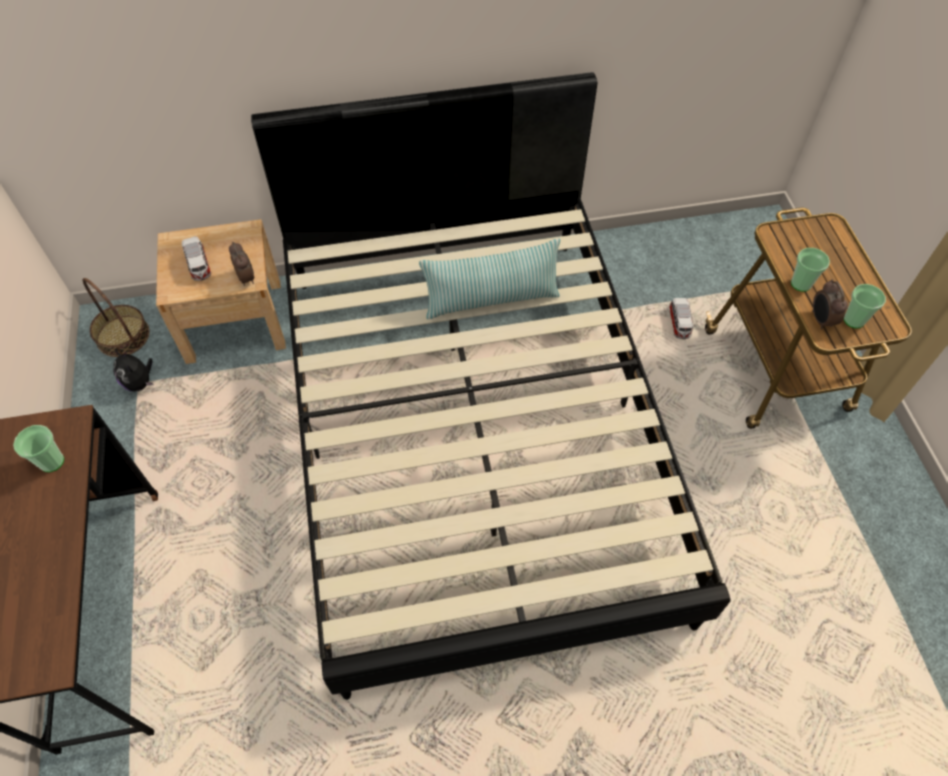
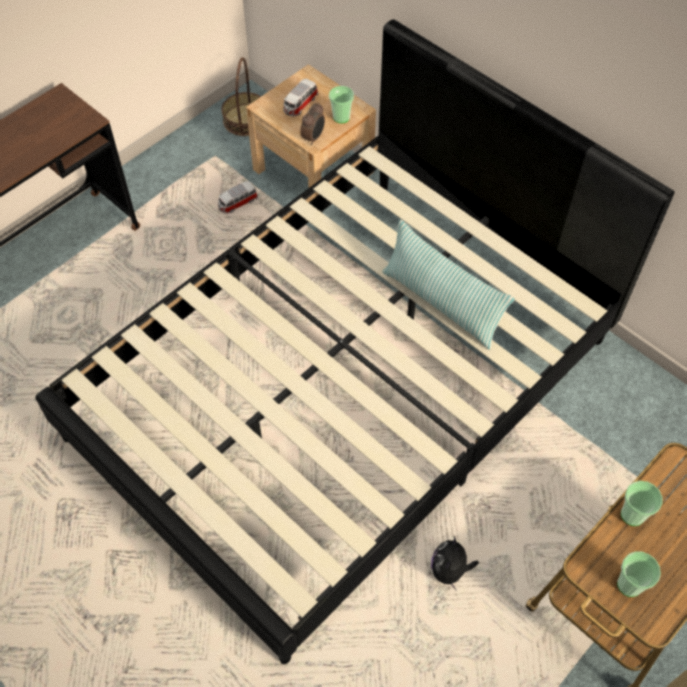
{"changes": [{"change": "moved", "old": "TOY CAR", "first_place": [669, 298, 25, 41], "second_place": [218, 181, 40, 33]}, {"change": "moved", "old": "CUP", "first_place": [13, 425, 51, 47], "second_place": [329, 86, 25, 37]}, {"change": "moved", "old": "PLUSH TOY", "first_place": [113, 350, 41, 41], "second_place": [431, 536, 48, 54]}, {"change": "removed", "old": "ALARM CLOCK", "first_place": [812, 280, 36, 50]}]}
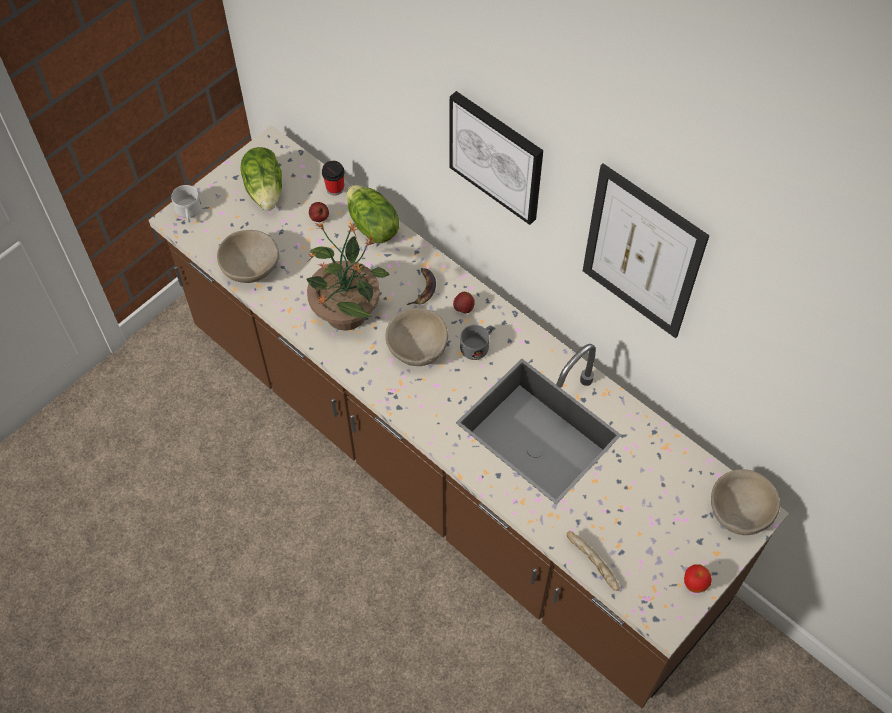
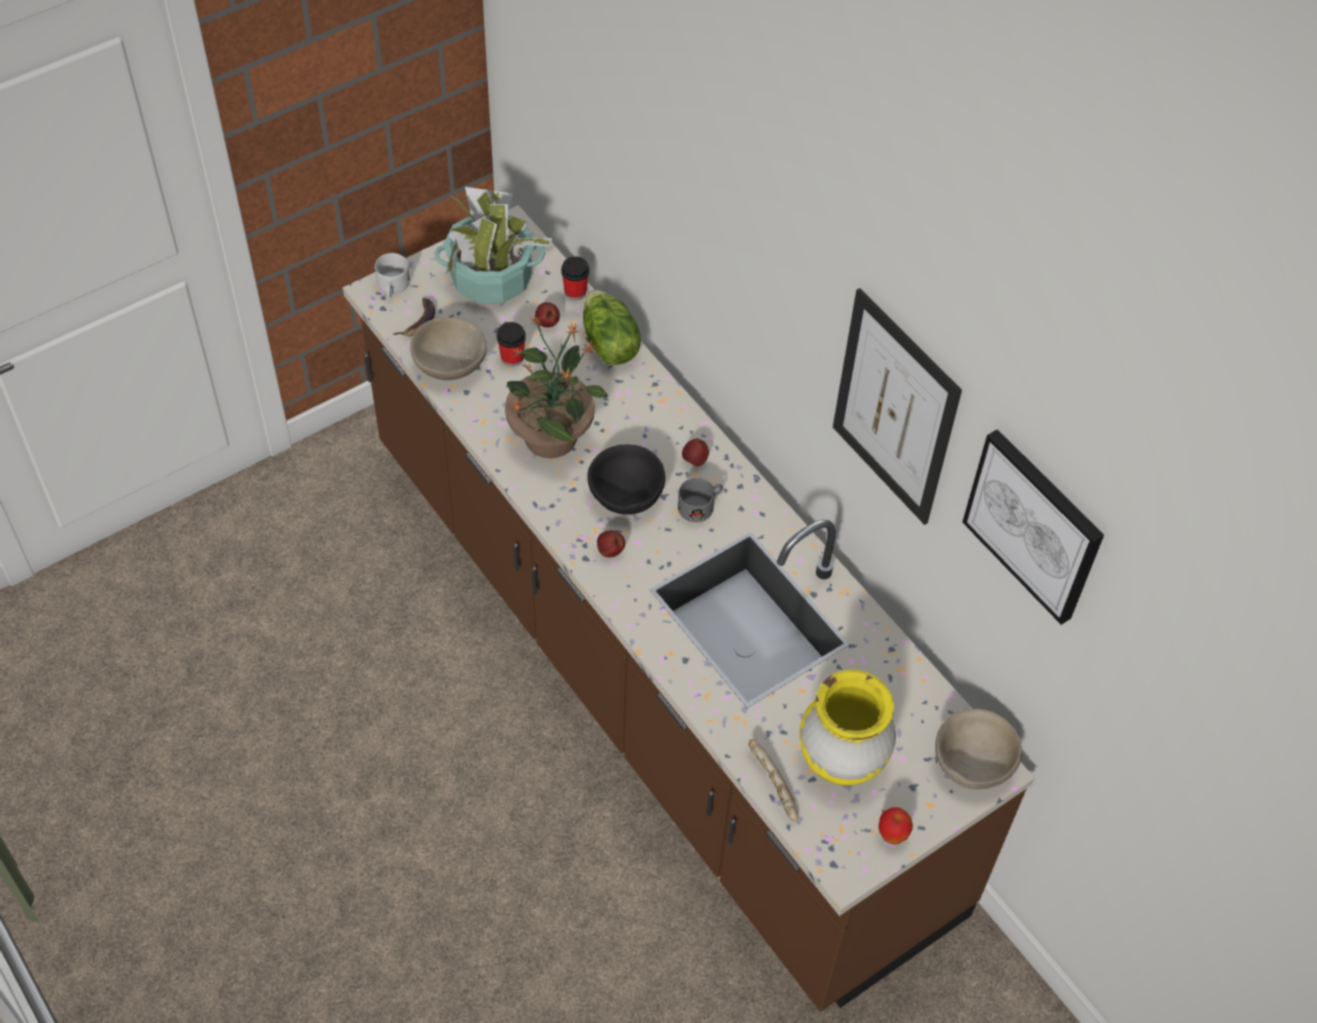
{"changes": [{"change": "moved", "old": "BANANA", "first_place": [406, 268, 30, 37], "second_place": [393, 298, 42, 38]}, {"change": "replaced", "old": "LETTUCE", "new": "POTTED PLANT", "first_place": [241, 147, 41, 64], "second_place": [434, 187, 119, 116]}, {"change": "added", "new": "CUP", "second_place": [497, 322, 29, 45]}, {"change": "recoloured", "old": "BEIGE BOWL", "new": "BLACK BOWL", "first_place": [385, 308, 63, 58], "second_place": [587, 444, 78, 71]}, {"change": "added", "new": "APPLE", "second_place": [597, 530, 28, 28]}, {"change": "added", "new": "YELLOW VASE", "second_place": [799, 670, 97, 115]}, {"change": "moved", "old": "PICTURE", "first_place": [449, 91, 94, 134], "second_place": [962, 429, 142, 196]}]}
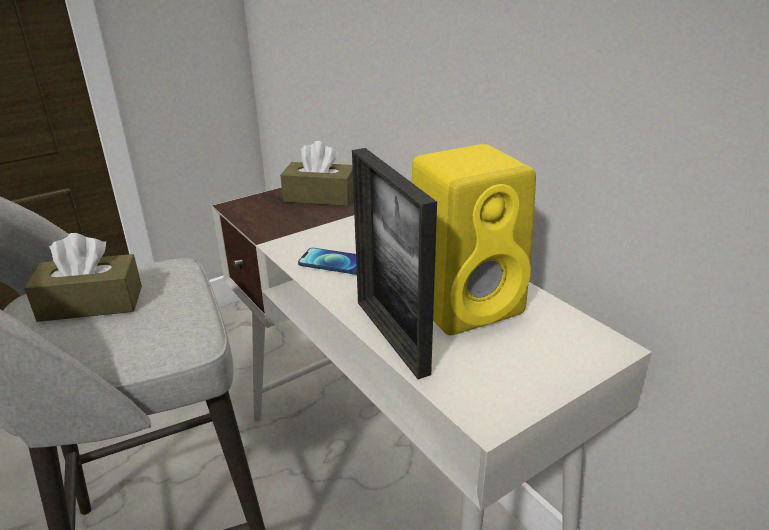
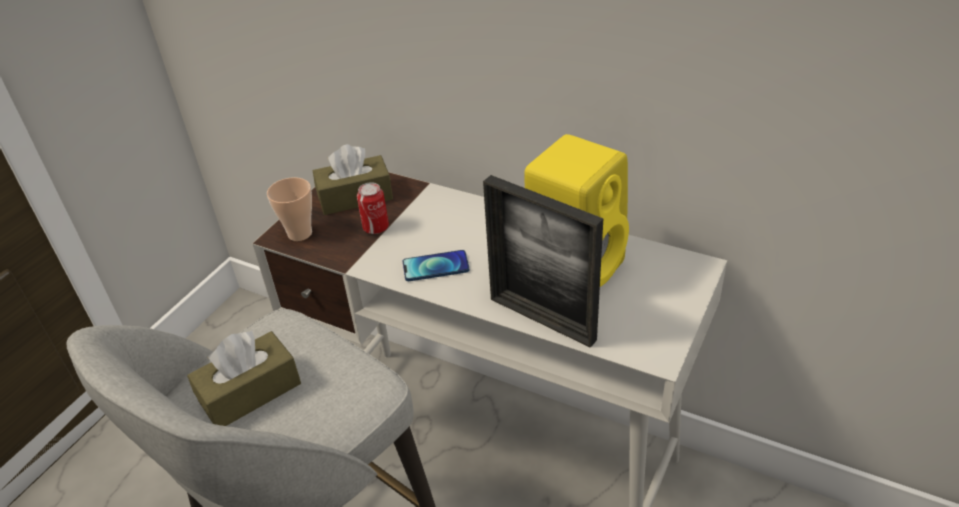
{"changes": [{"change": "added", "new": "CUP", "second_place": [267, 177, 45, 64]}, {"change": "added", "new": "CAN", "second_place": [357, 182, 32, 52]}]}
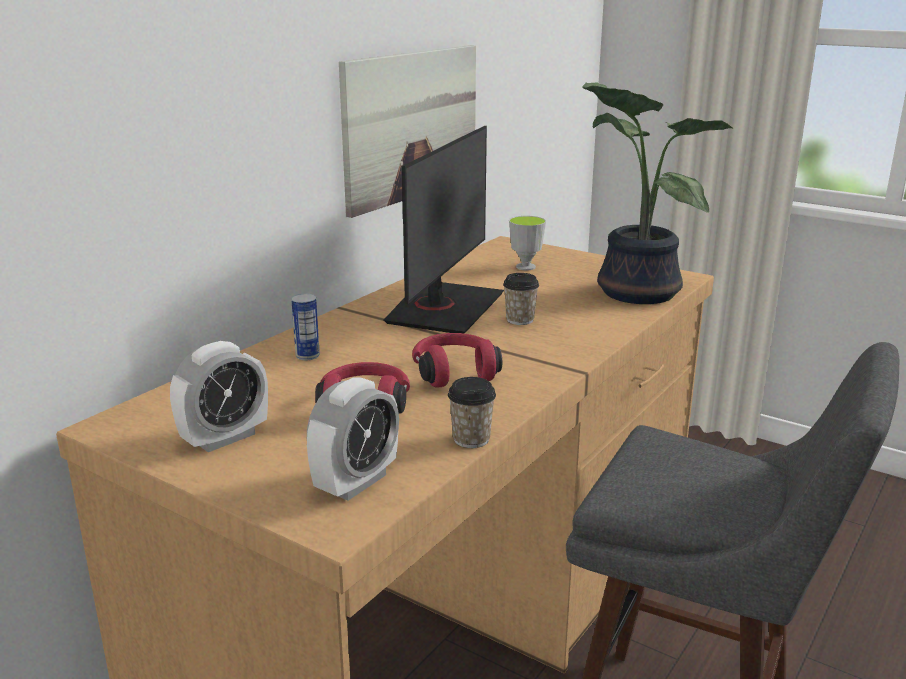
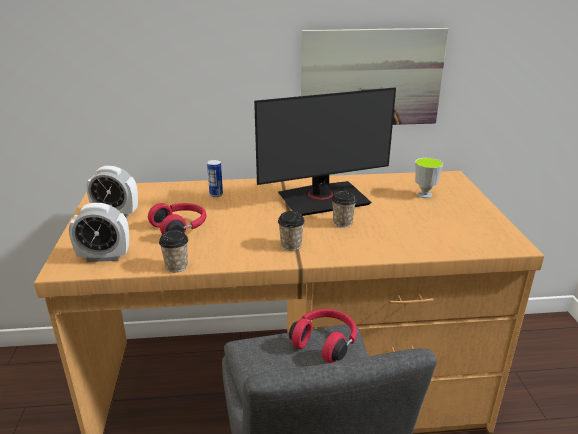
{"changes": [{"change": "added", "new": "CUP", "second_place": [278, 211, 27, 40]}, {"change": "moved", "old": "RED HEADPHONES", "first_place": [412, 333, 91, 55], "second_place": [289, 309, 68, 54]}, {"change": "removed", "old": "POTTED PLANT", "first_place": [582, 82, 152, 222]}]}
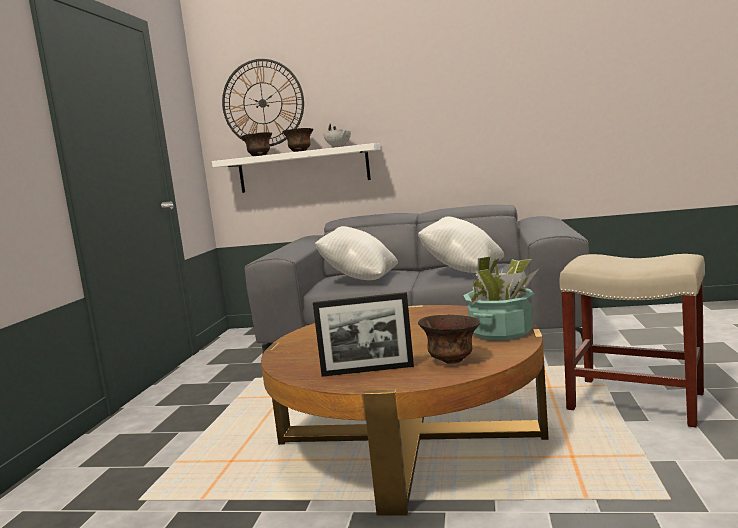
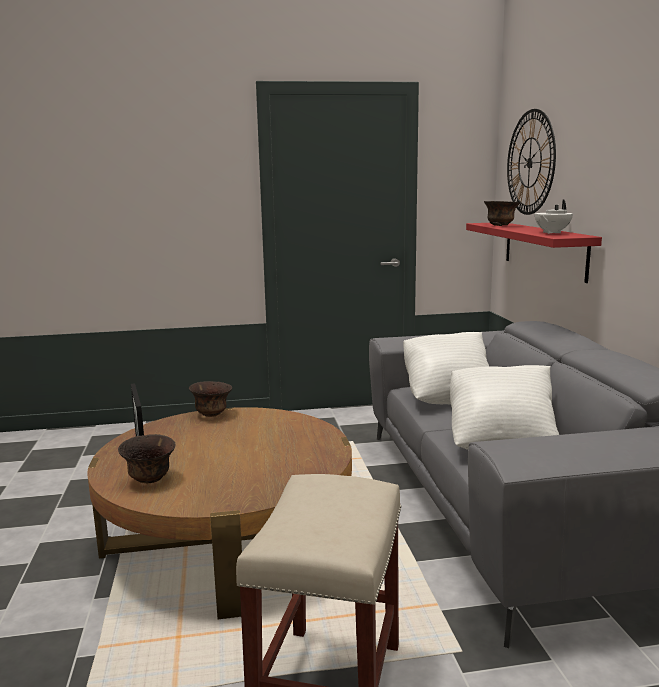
{"changes": [{"change": "moved", "old": "BROWN BOWL", "first_place": [282, 128, 31, 24], "second_place": [189, 381, 43, 36]}, {"change": "recoloured", "old": "WHITE SHELF", "new": "RED SHELF", "first_place": [212, 143, 169, 50], "second_place": [466, 223, 136, 60]}, {"change": "removed", "old": "POTTED PLANT", "first_place": [463, 257, 77, 83]}]}
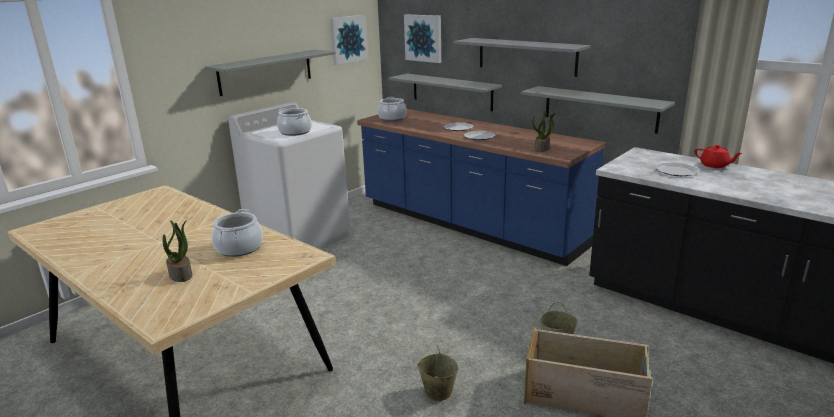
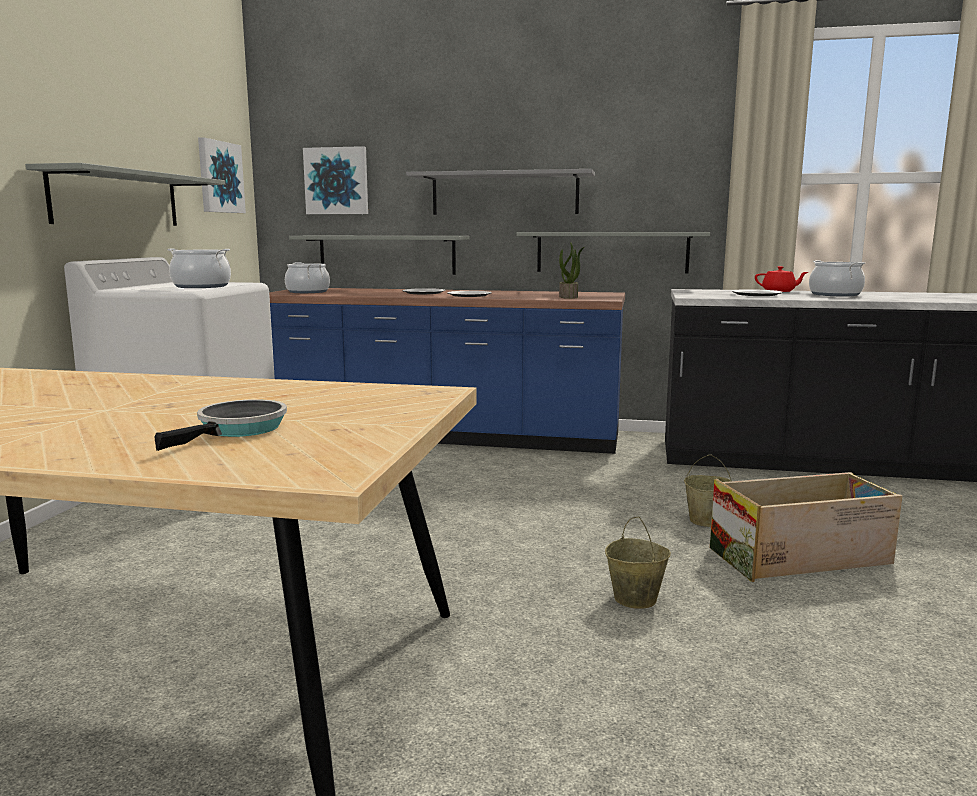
{"changes": [{"change": "replaced", "old": "POTTED PLANT", "new": "FRYING PAN", "first_place": [162, 220, 30, 62], "second_place": [154, 399, 133, 52]}, {"change": "moved", "old": "COOKING POT", "first_place": [212, 209, 51, 48], "second_place": [809, 260, 56, 36]}]}
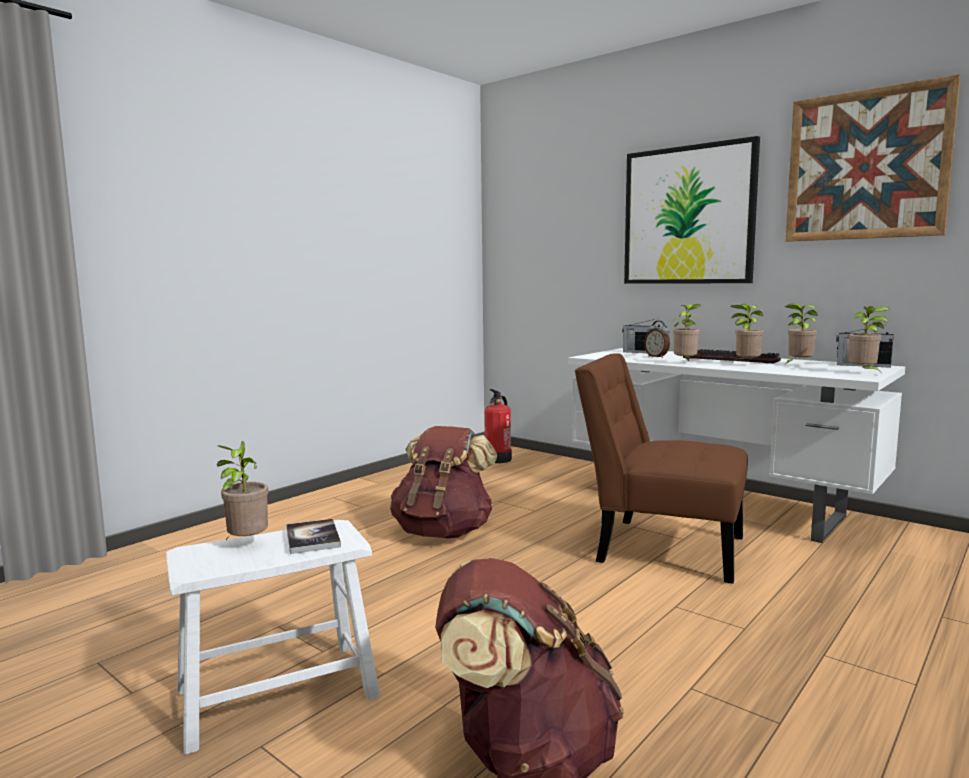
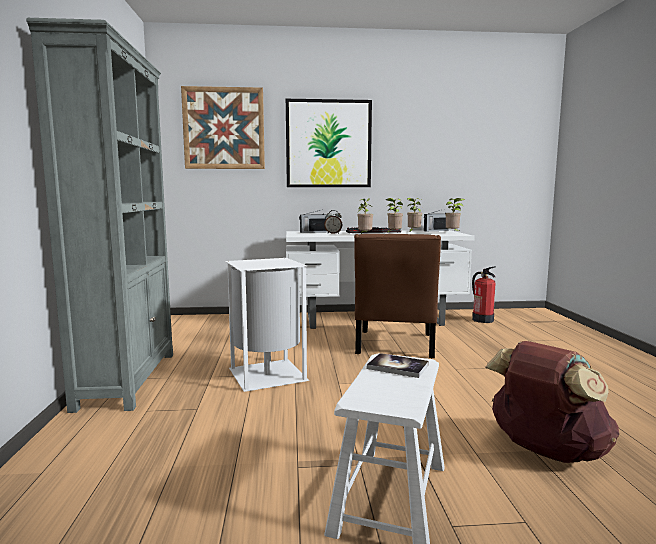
{"changes": [{"change": "added", "new": "GREY BOOKCASE", "second_place": [26, 18, 147, 395]}, {"change": "moved", "old": "PICTURE", "first_place": [785, 74, 176, 168], "second_place": [181, 86, 84, 83]}, {"change": "replaced", "old": "BROWN BACKPACK", "new": "WHITE TRASH CAN", "first_place": [390, 426, 107, 112], "second_place": [225, 258, 84, 134]}, {"change": "turned", "old": "BROWN CHAIR", "first_place": [575, 353, 173, 231], "second_place": [354, 234, 87, 124], "degrees": -60}, {"change": "moved", "old": "FIRE EXTINGUISHER", "first_place": [485, 389, 27, 74], "second_place": [472, 266, 24, 57]}, {"change": "removed", "old": "POTTED PLANT", "first_place": [217, 441, 52, 99]}]}
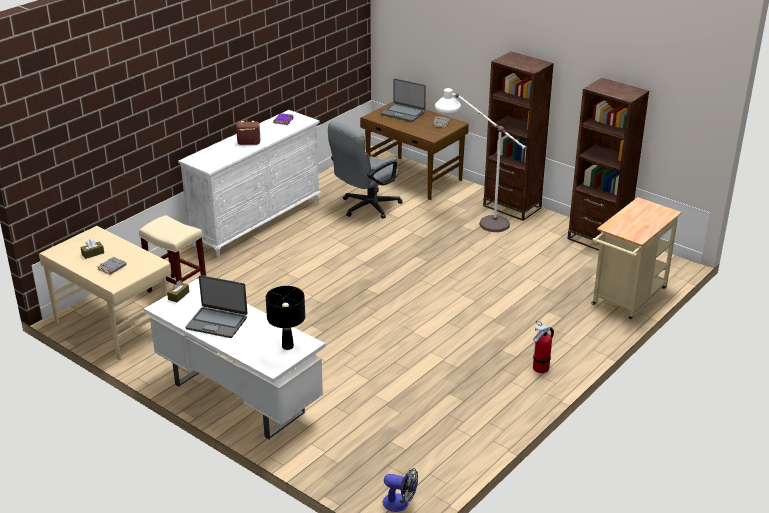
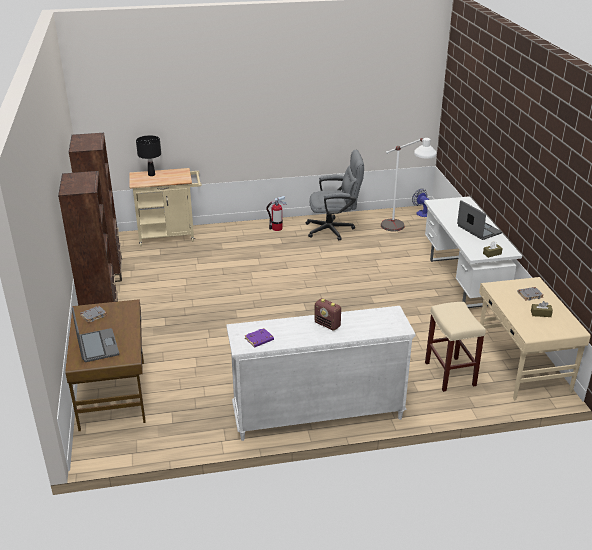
{"changes": [{"change": "moved", "old": "BLACK TABLE LAMP", "first_place": [266, 286, 39, 64], "second_place": [136, 135, 25, 41]}, {"change": "moved", "old": "GREY OFFICE CHAIR", "first_place": [328, 121, 74, 98], "second_place": [306, 150, 58, 91]}, {"change": "moved", "old": "WHITE FLOOR LAMP", "first_place": [435, 88, 91, 144], "second_place": [381, 138, 56, 93]}]}
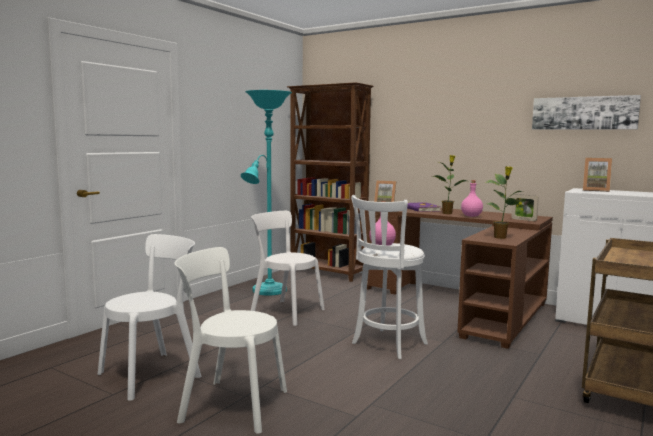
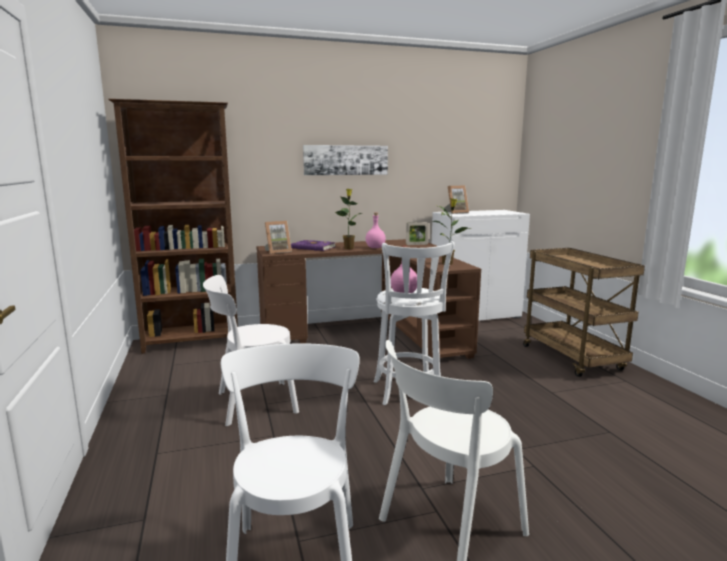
{"changes": [{"change": "moved", "old": "PICTURE", "first_place": [532, 95, 109, 35], "second_place": [303, 145, 85, 30]}, {"change": "removed", "old": "TURQUOISE FLOOR LAMP", "first_place": [241, 90, 51, 206]}]}
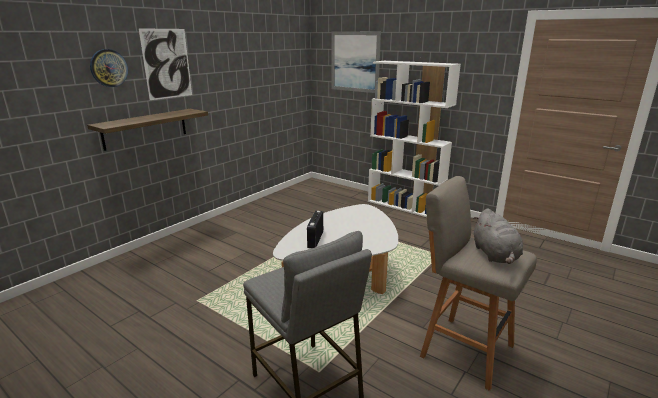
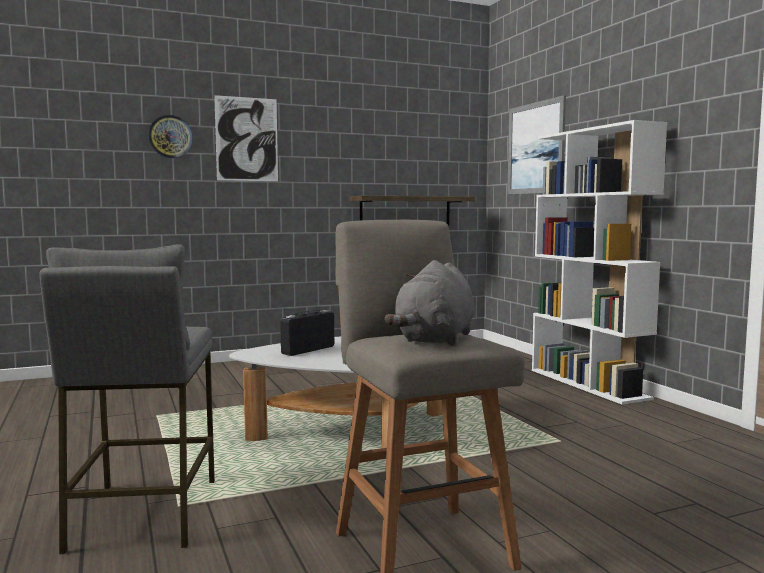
{"changes": [{"change": "moved", "old": "SHELF", "first_place": [87, 109, 121, 42], "second_place": [349, 196, 126, 29]}]}
